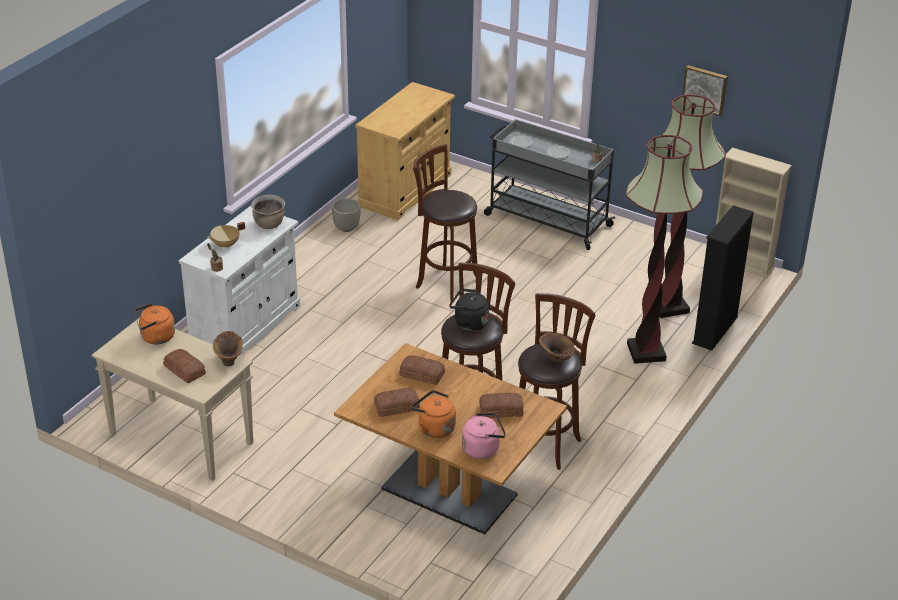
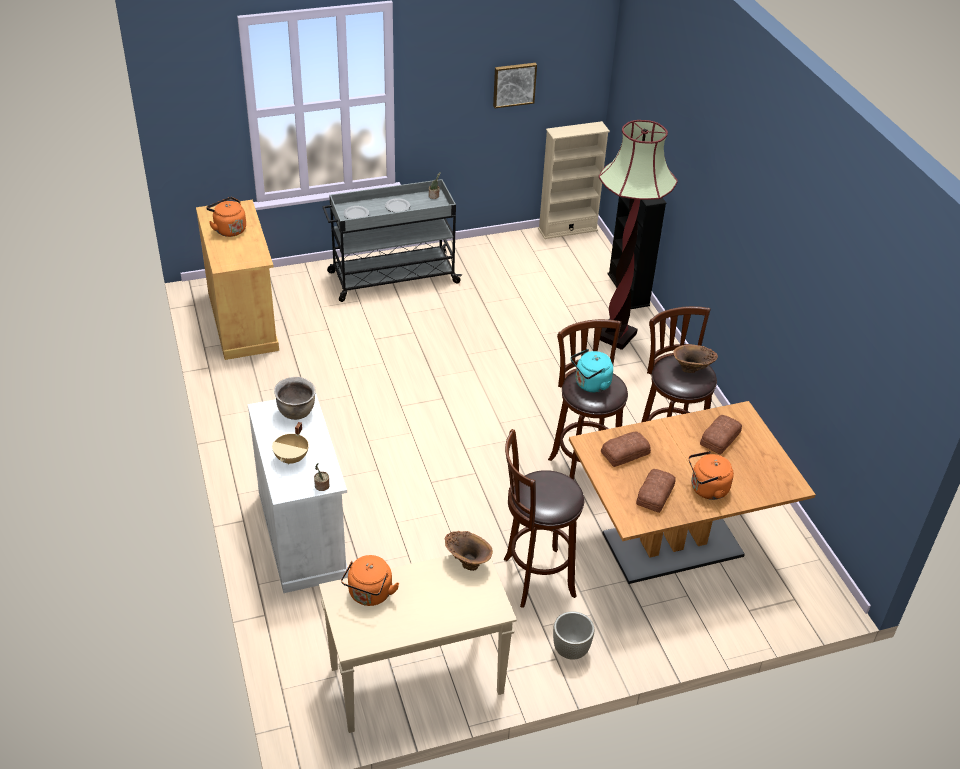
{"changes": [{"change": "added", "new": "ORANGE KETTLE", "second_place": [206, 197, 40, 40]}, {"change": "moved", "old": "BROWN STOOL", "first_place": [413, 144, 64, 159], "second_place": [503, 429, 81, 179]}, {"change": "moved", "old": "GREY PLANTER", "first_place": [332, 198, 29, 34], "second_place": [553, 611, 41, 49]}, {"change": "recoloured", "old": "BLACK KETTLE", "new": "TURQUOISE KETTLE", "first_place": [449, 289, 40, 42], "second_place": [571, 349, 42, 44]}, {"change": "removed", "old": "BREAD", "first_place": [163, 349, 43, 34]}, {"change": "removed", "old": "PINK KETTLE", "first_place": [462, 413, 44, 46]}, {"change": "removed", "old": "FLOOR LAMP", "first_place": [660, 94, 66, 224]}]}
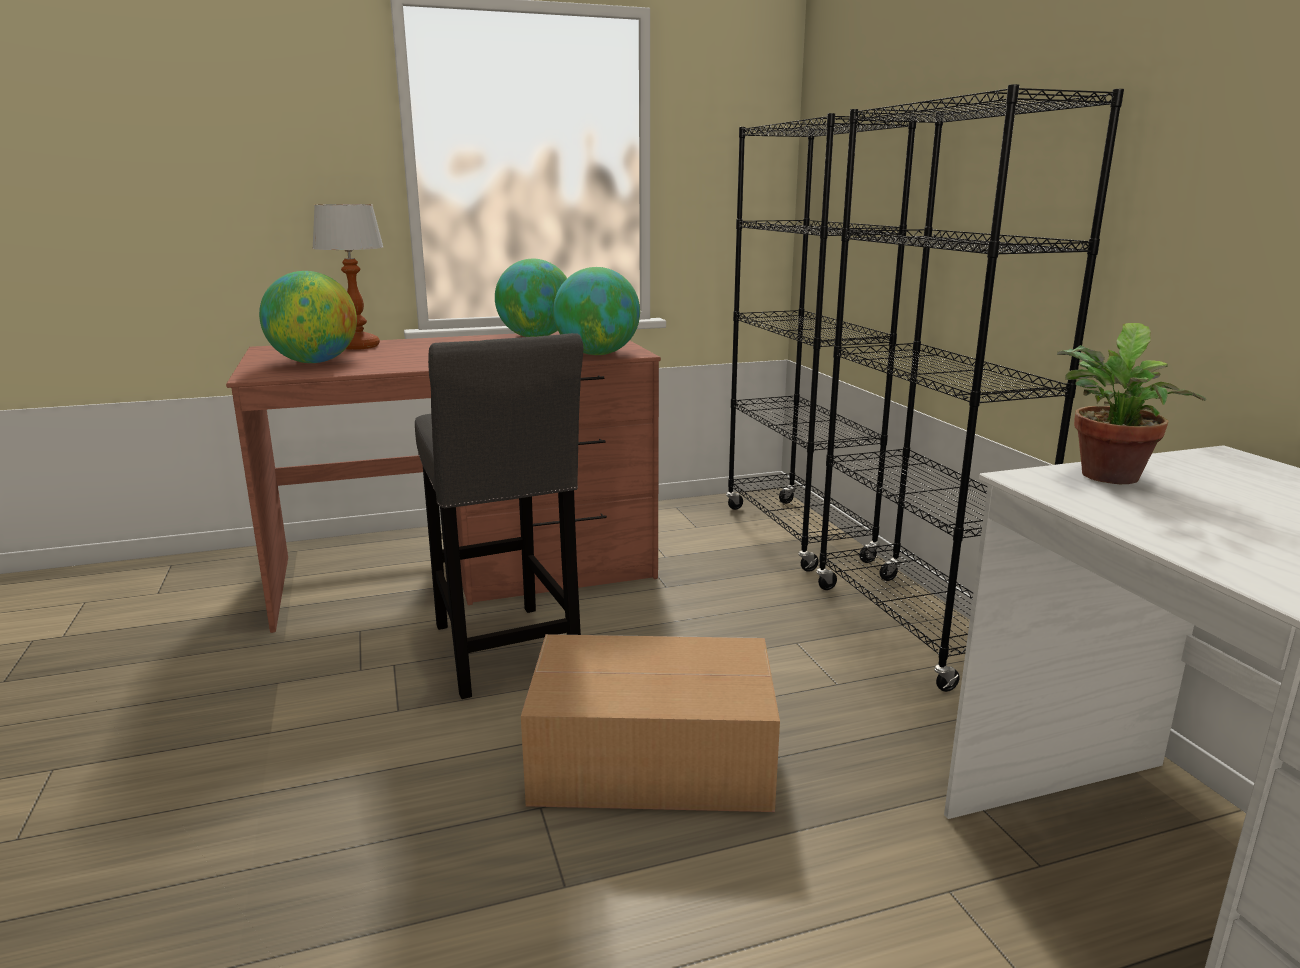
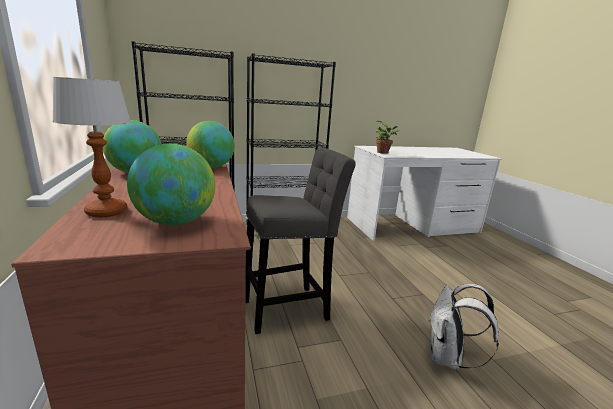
{"changes": [{"change": "added", "new": "WHITE BACKPACK", "second_place": [429, 284, 70, 86]}, {"change": "removed", "old": "CARDBOARD BOX", "first_place": [521, 634, 259, 178]}]}
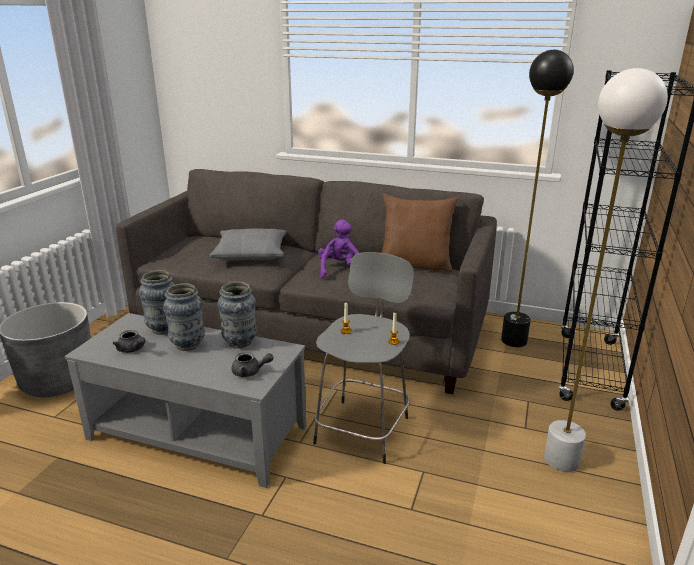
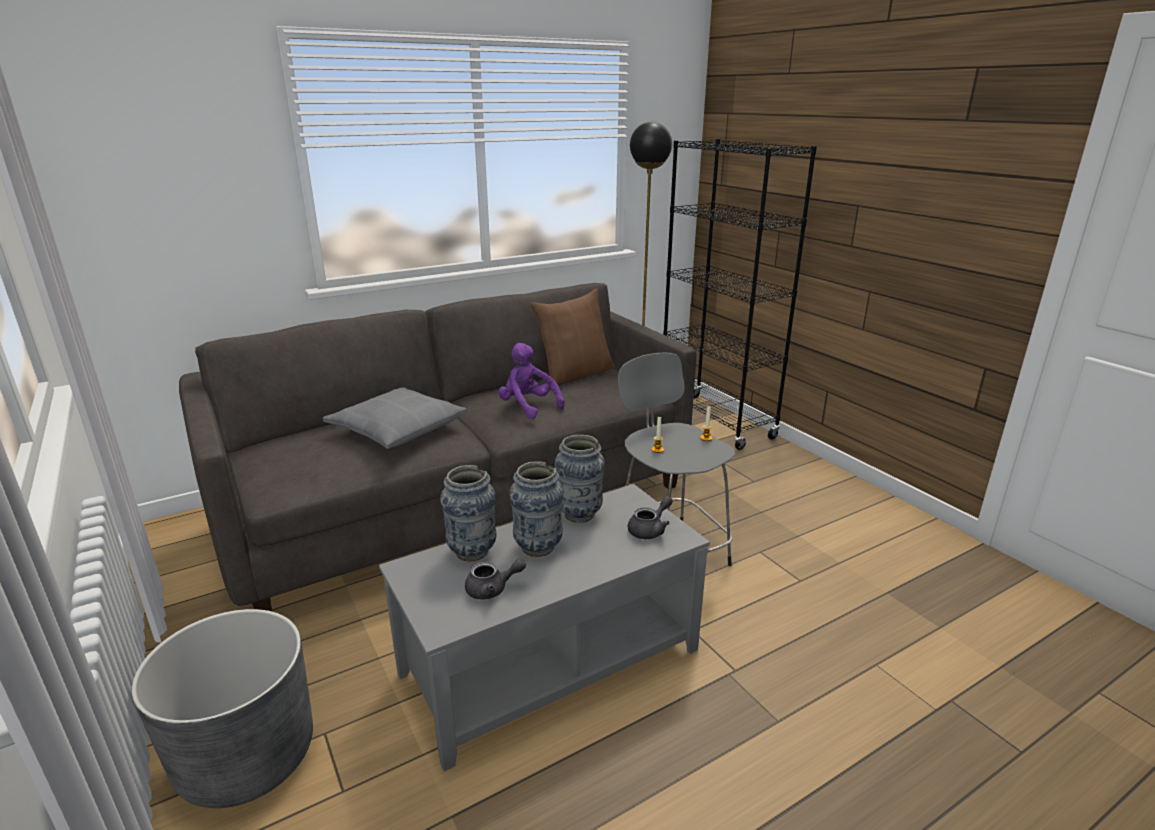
{"changes": [{"change": "removed", "old": "WHITE FLOOR LAMP", "first_place": [544, 68, 124, 404]}]}
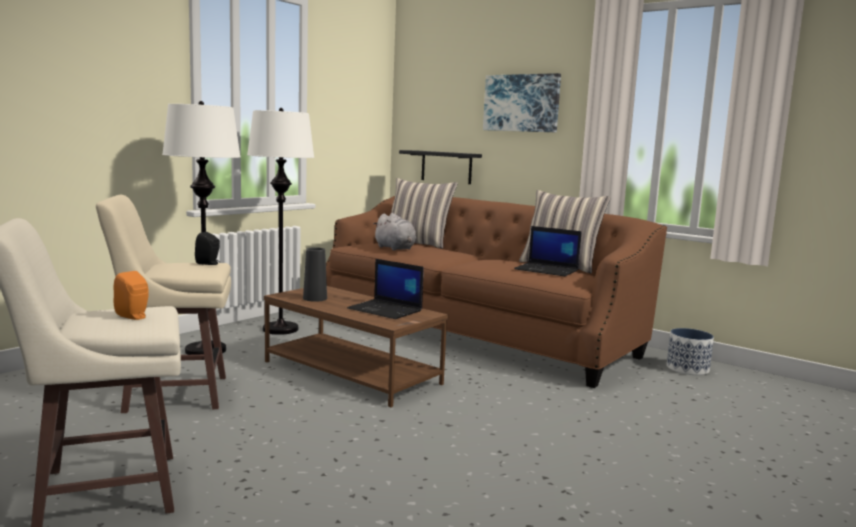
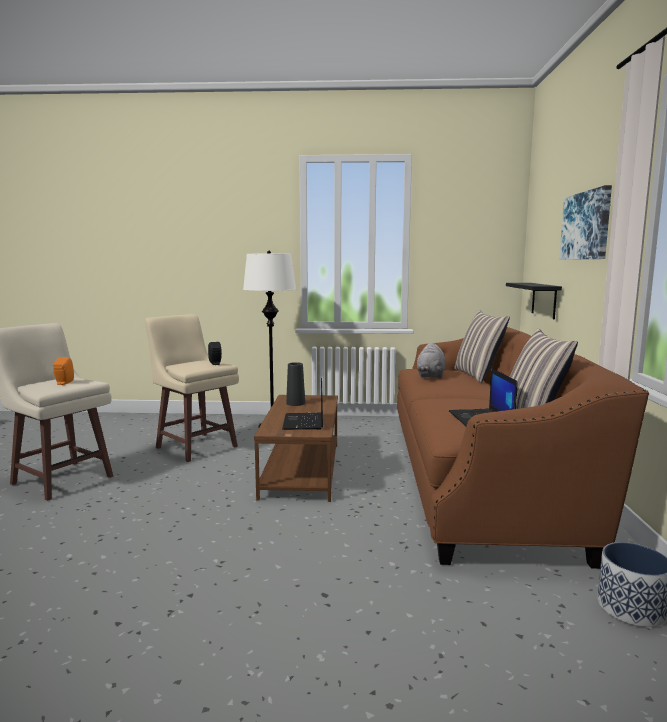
{"changes": [{"change": "removed", "old": "WHITE FLOOR LAMP", "first_place": [247, 108, 67, 227]}]}
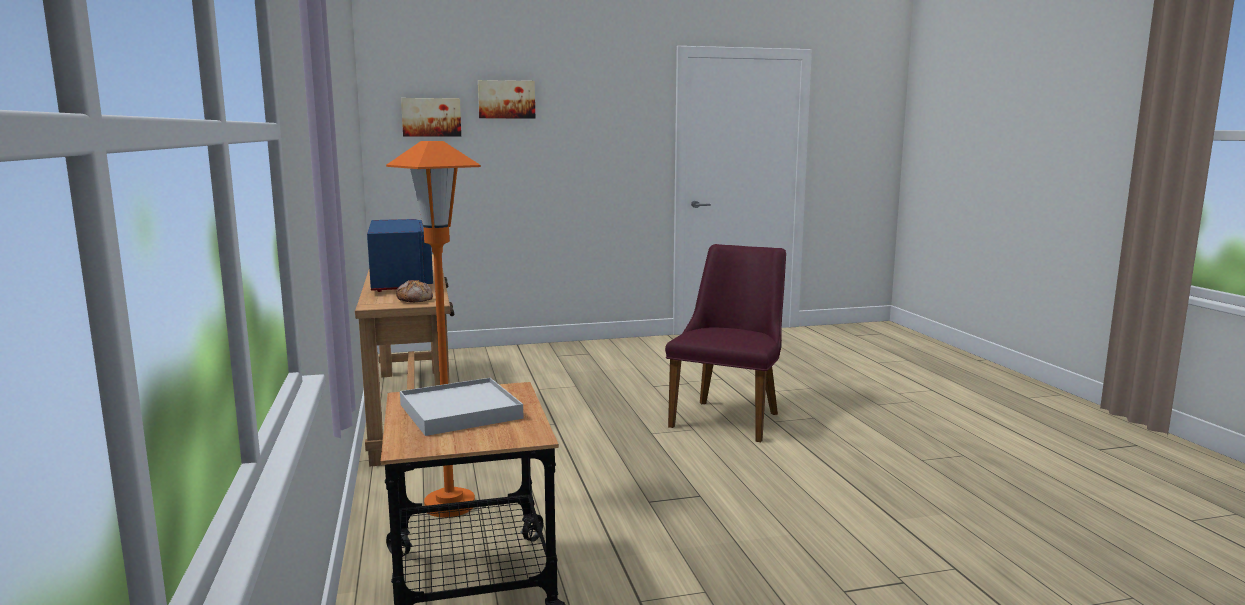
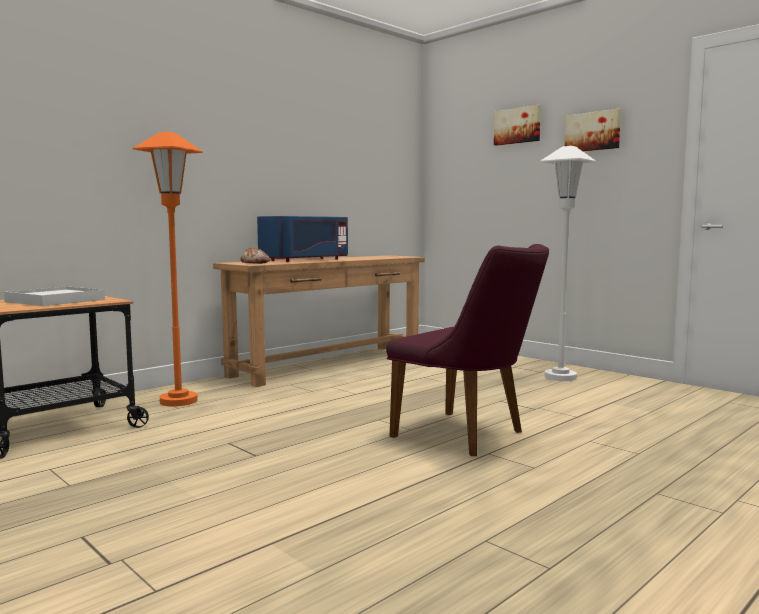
{"changes": [{"change": "turned", "old": "PURPLE CHAIR", "first_place": [665, 244, 121, 198], "second_place": [386, 244, 163, 212], "degrees": 45}, {"change": "added", "new": "WHITE FLOOR LAMP", "second_place": [540, 146, 57, 235]}, {"change": "moved", "old": "PICTURE", "first_place": [401, 98, 60, 39], "second_place": [565, 109, 56, 42]}]}
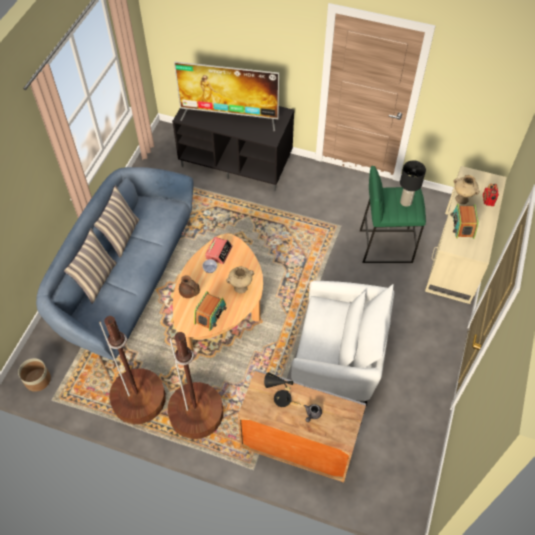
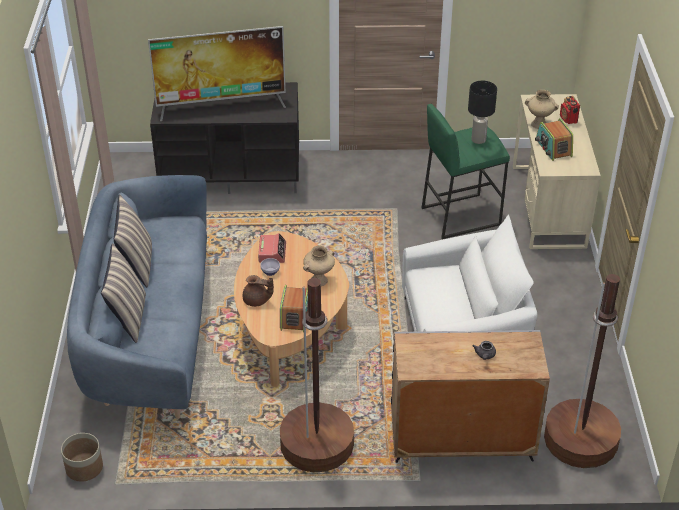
{"changes": [{"change": "moved", "old": "BROWN FLOOR LAMP", "first_place": [99, 316, 67, 108], "second_place": [544, 274, 77, 194]}, {"change": "removed", "old": "BLACK TABLE LAMP", "first_place": [264, 372, 38, 35]}]}
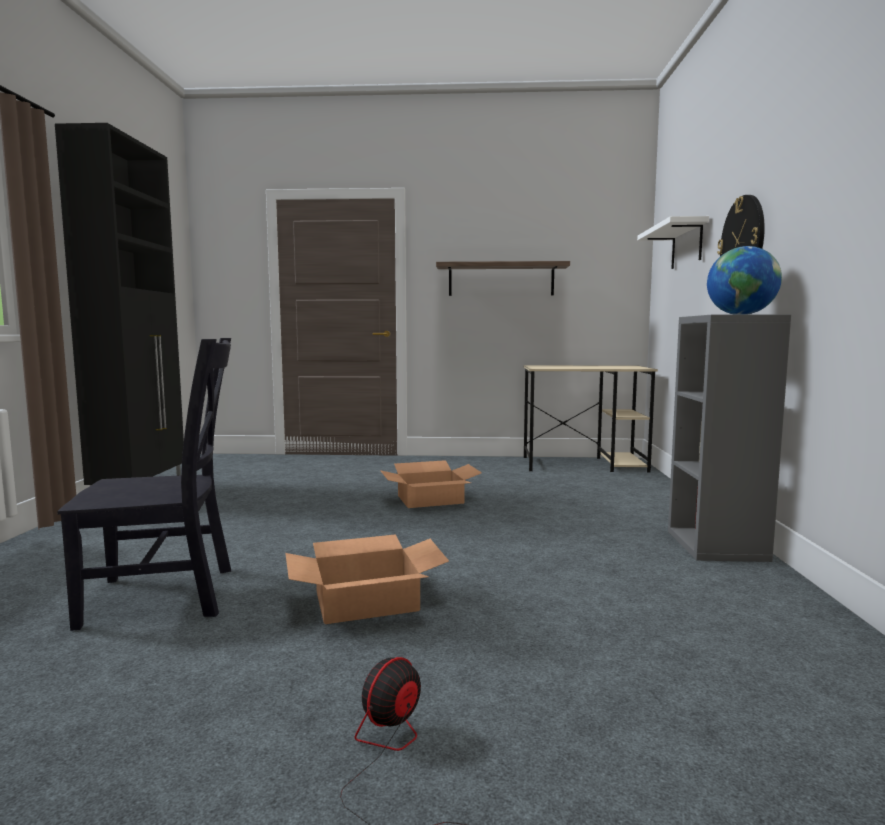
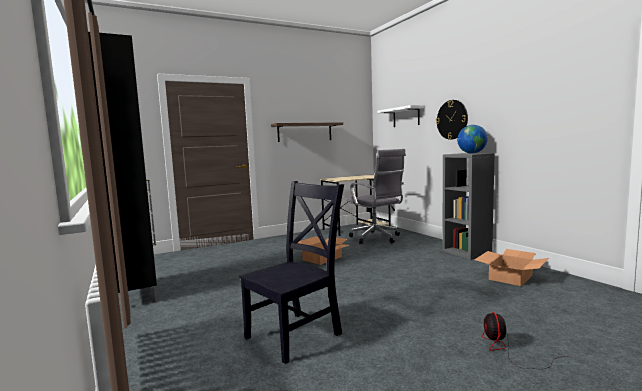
{"changes": [{"change": "added", "new": "GREY OFFICE CHAIR", "second_place": [346, 149, 60, 95]}, {"change": "moved", "old": "CARDBOARD BOX", "first_place": [285, 534, 164, 90], "second_place": [475, 249, 74, 37]}]}
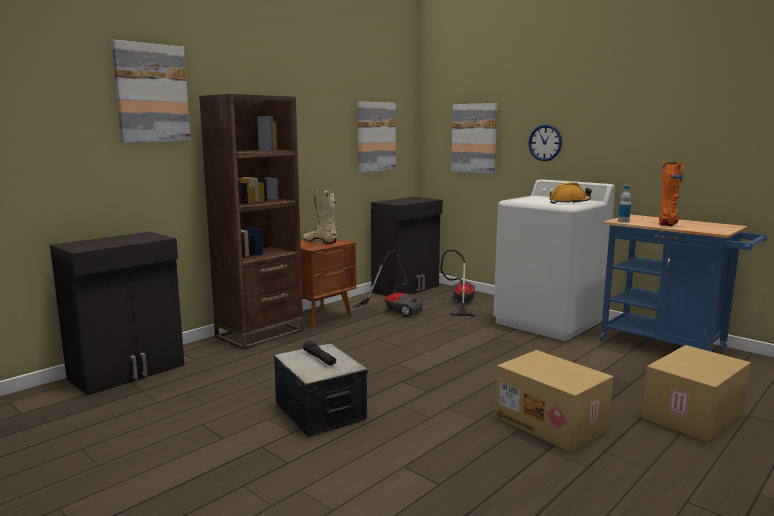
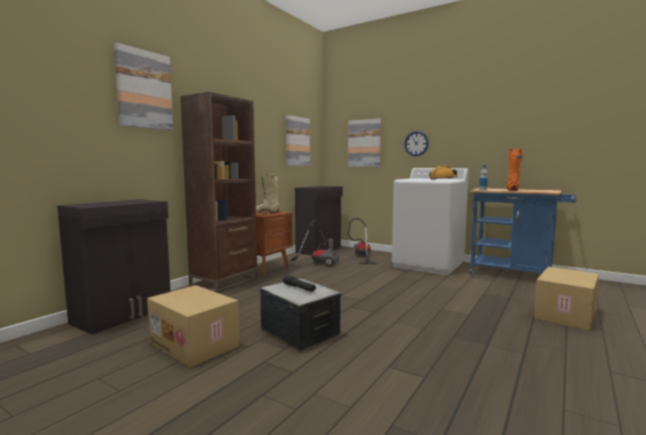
{"changes": [{"change": "moved", "old": "CARDBOARD BOX", "first_place": [495, 350, 118, 103], "second_place": [147, 285, 92, 83]}]}
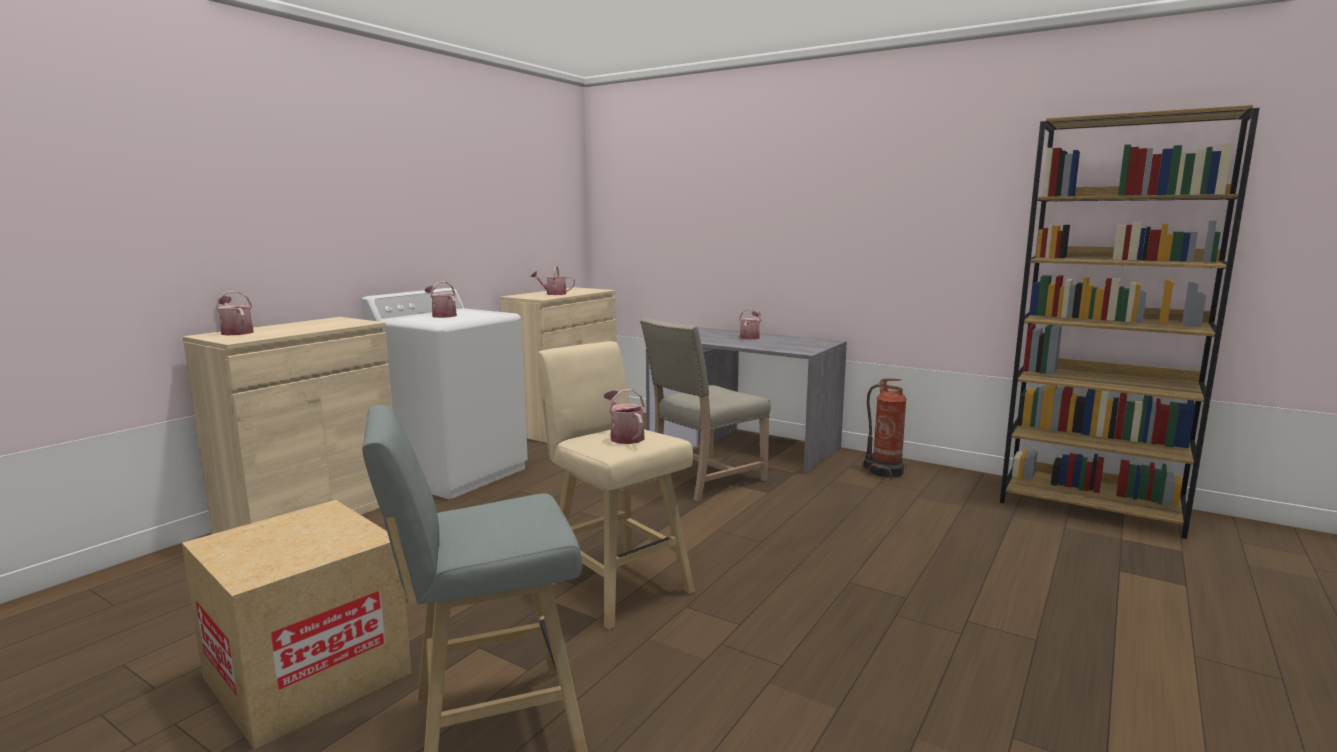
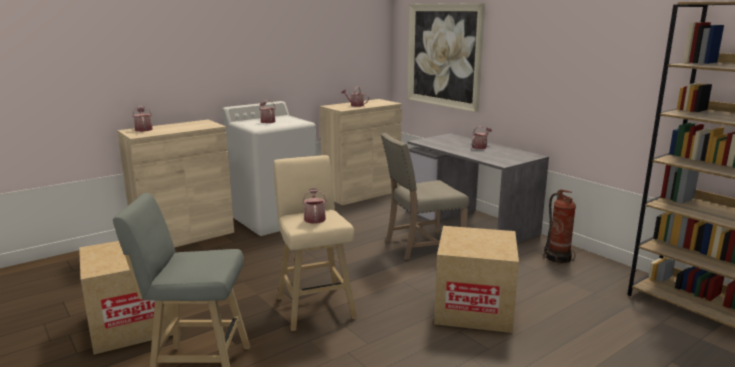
{"changes": [{"change": "added", "new": "PICTURE", "second_place": [407, 3, 78, 110]}, {"change": "added", "new": "CARDBOARD BOX", "second_place": [434, 226, 85, 107]}]}
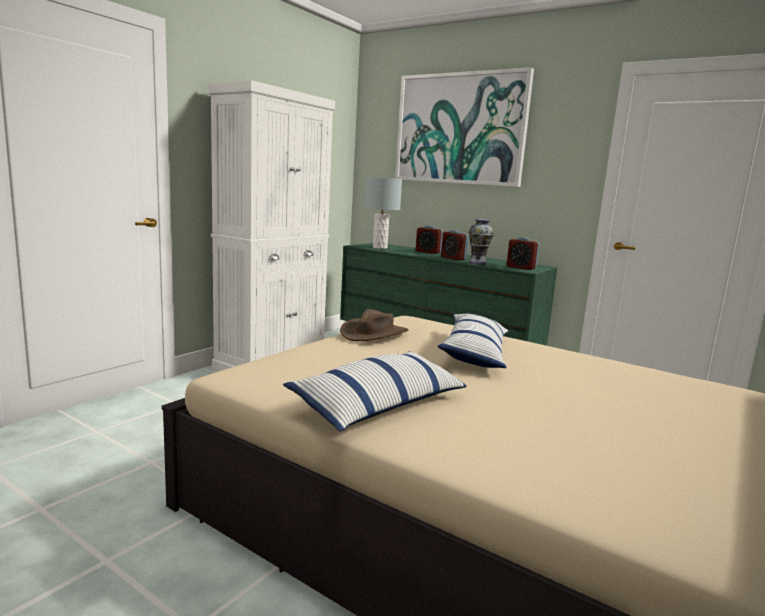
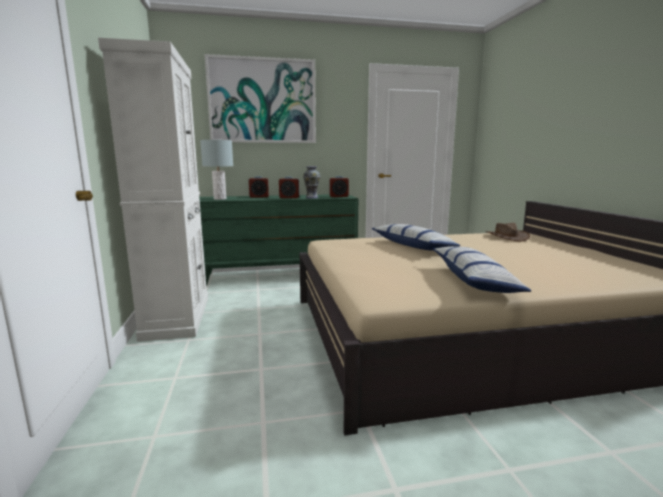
{"changes": [{"change": "moved", "old": "BROWN HAT", "first_place": [340, 309, 68, 32], "second_place": [485, 223, 45, 19]}]}
